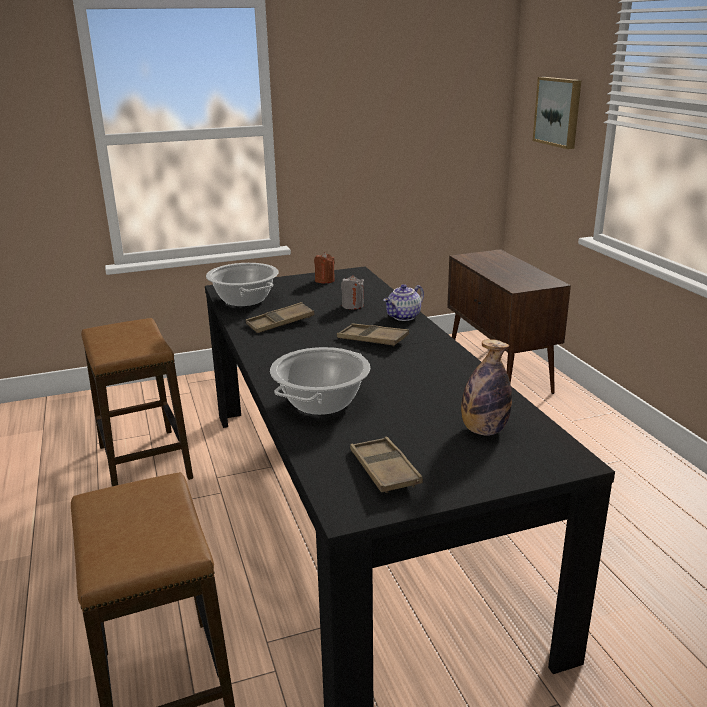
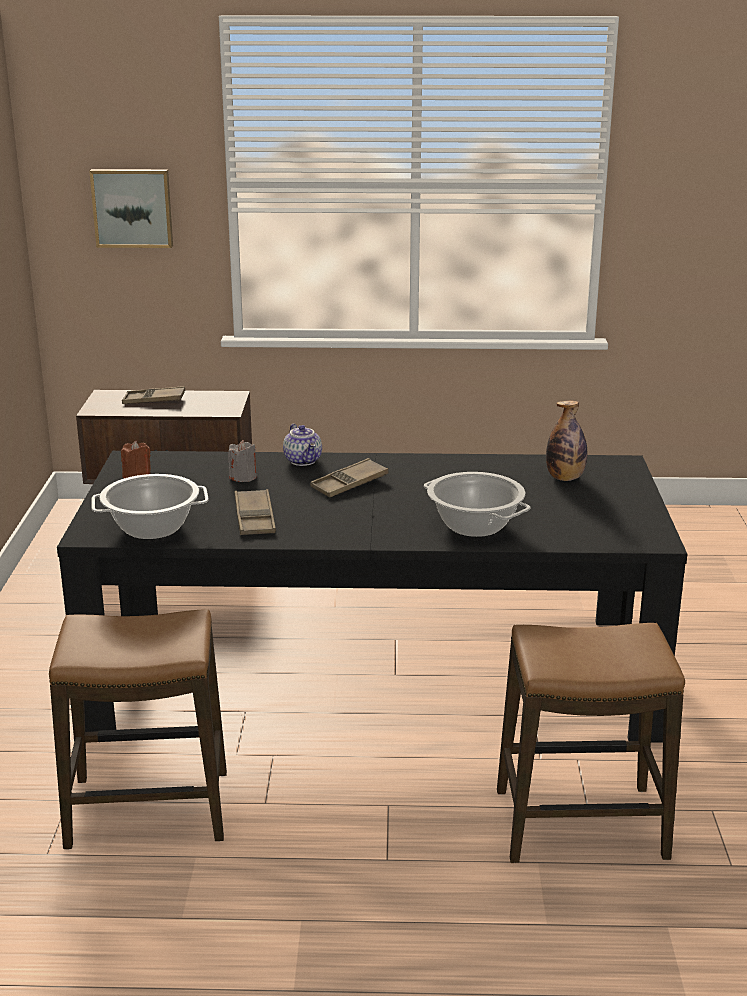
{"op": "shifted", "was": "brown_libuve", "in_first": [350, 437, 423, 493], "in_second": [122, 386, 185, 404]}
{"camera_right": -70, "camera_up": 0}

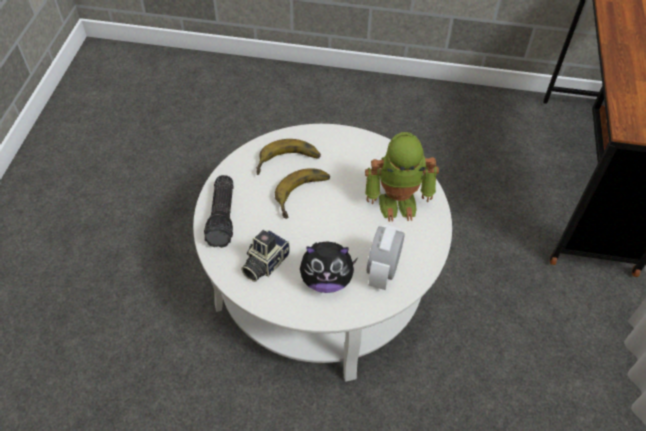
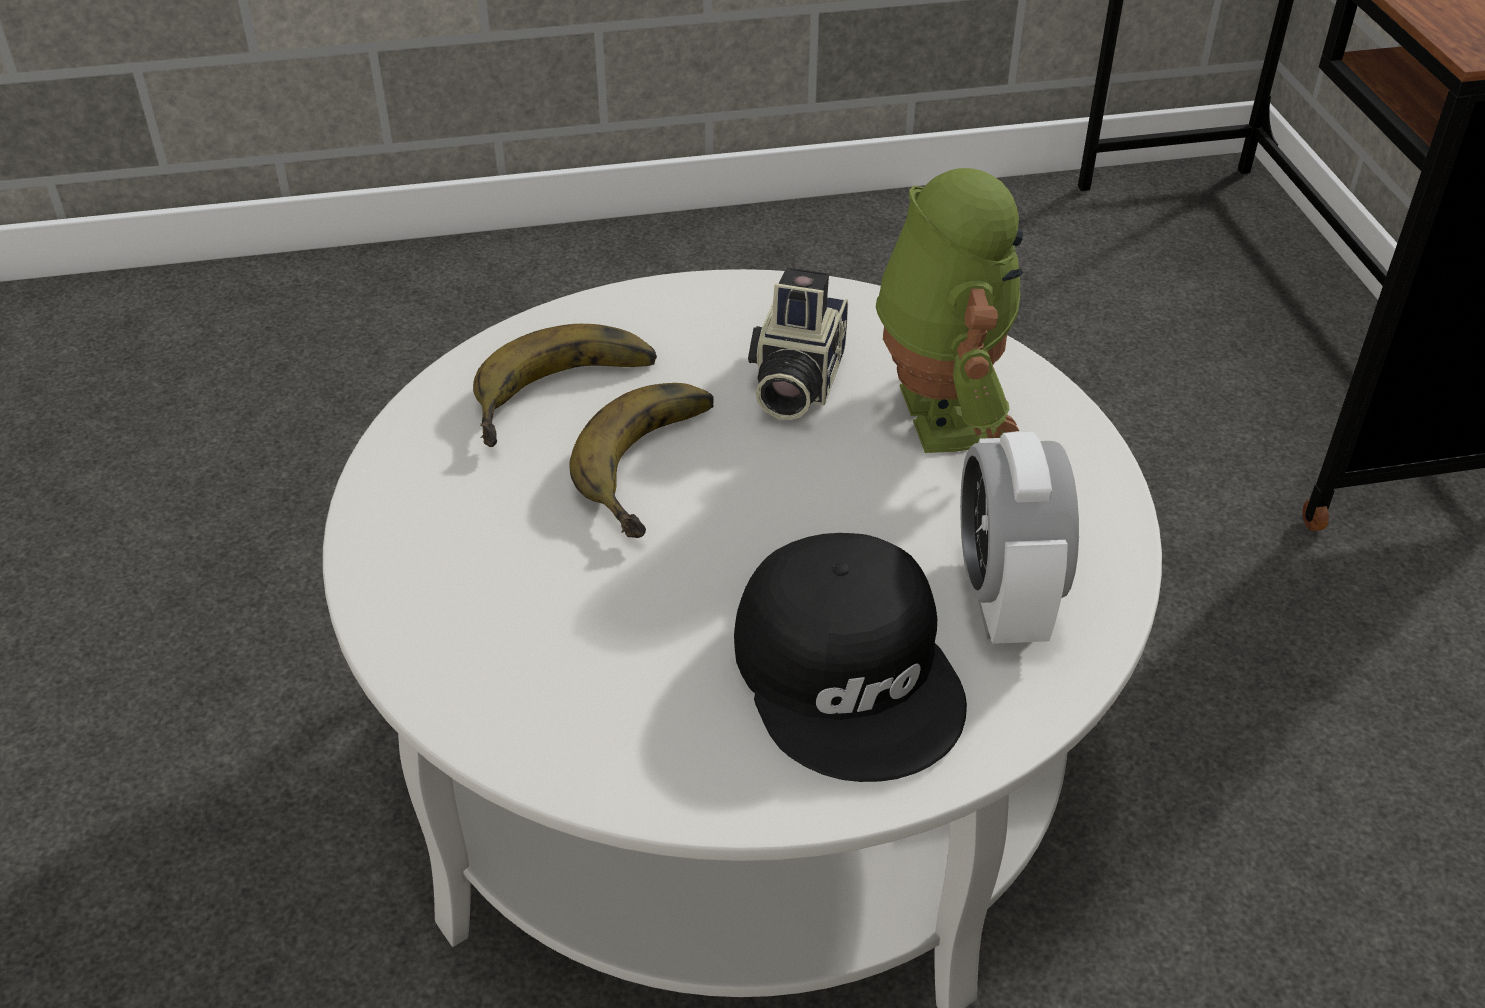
{"op": "gone", "was": "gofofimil", "in_first": [204, 175, 234, 248]}
{"op": "shifted", "was": "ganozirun", "in_first": [241, 230, 290, 282], "in_second": [748, 267, 848, 420]}
{"op": "swapped", "was": "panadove", "now": "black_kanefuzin", "in_first": [300, 241, 357, 293], "in_second": [734, 533, 967, 782]}
{"op": "rotated", "was": "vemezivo", "in_first": [365, 132, 439, 222], "in_second": [876, 168, 1024, 453], "clockwise": -75}
{"camera_right": -20, "camera_up": -10}

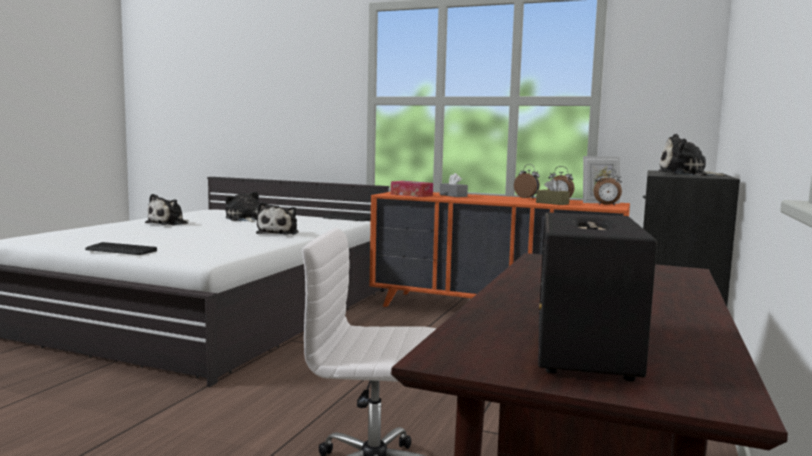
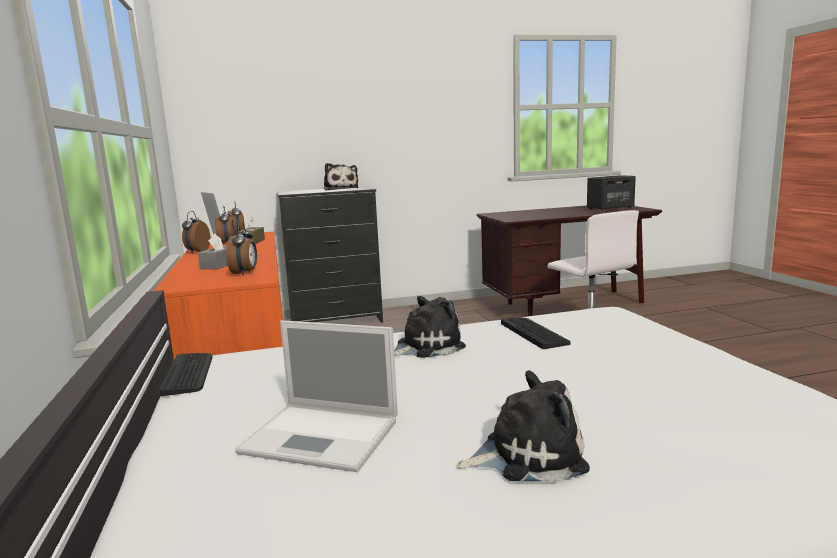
{"op": "shifted", "was": "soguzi", "in_first": [85, 242, 157, 255], "in_second": [501, 317, 571, 349]}
{"op": "swapped", "was": "panadove", "now": "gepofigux", "in_first": [225, 191, 259, 222], "in_second": [235, 320, 398, 472]}
{"op": "swapped", "was": "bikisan", "now": "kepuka", "in_first": [391, 181, 433, 197], "in_second": [226, 222, 257, 276]}
{"camera_right": -125, "camera_up": 5}

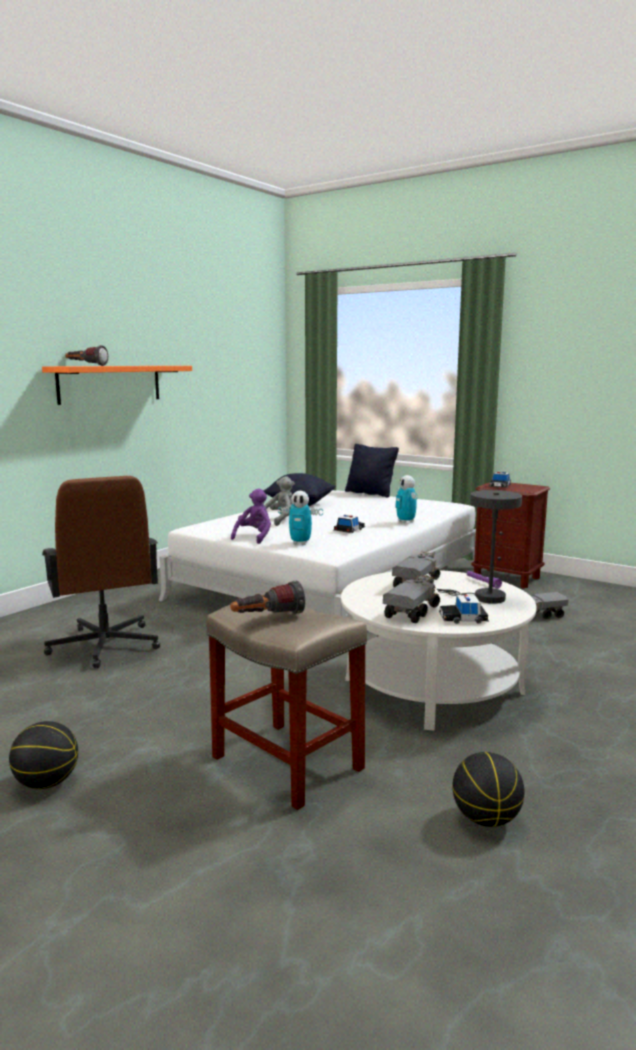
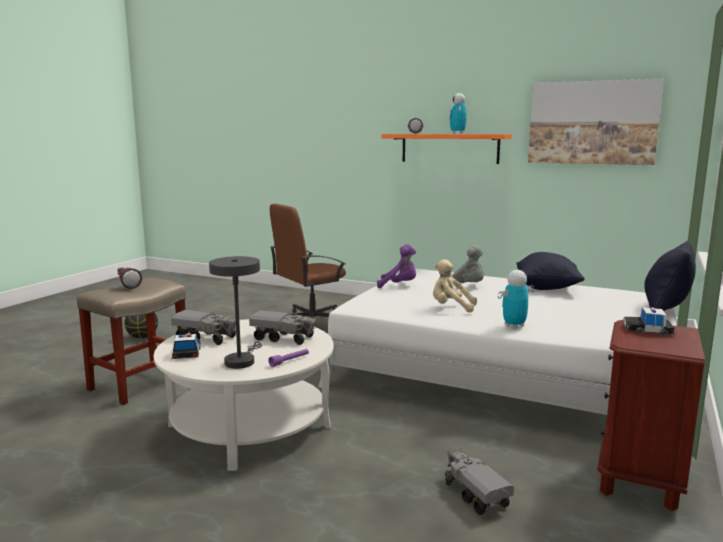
{"op": "gone", "was": "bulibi", "in_first": [452, 752, 525, 827]}
{"op": "new", "now": "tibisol", "in_second": [528, 79, 664, 165]}
{"op": "shifted", "was": "vemezivo", "in_first": [278, 491, 323, 545], "in_second": [449, 93, 467, 134]}
{"op": "swapped", "was": "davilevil", "now": "beige_panadove", "in_first": [334, 515, 365, 533], "in_second": [433, 259, 477, 312]}
{"camera_right": 80, "camera_up": 0}

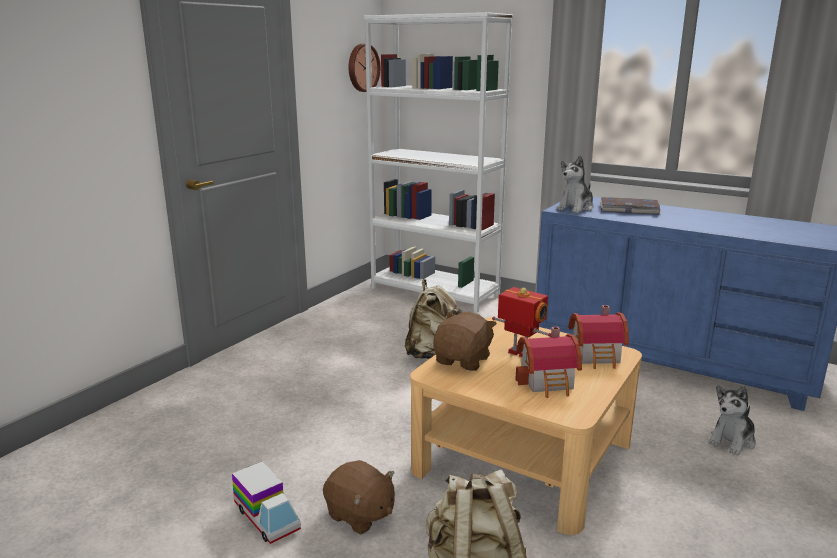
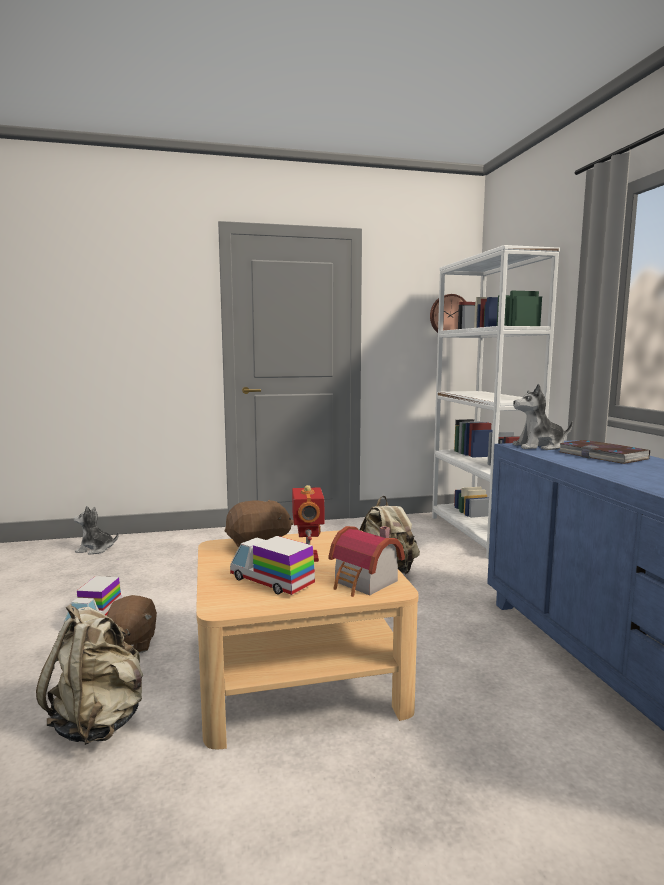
{"op": "shifted", "was": "panadove", "in_first": [708, 385, 756, 456], "in_second": [74, 506, 119, 555]}
{"op": "swapped", "was": "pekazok", "now": "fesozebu", "in_first": [515, 327, 582, 398], "in_second": [230, 536, 315, 595]}
{"camera_right": 45, "camera_up": -10}

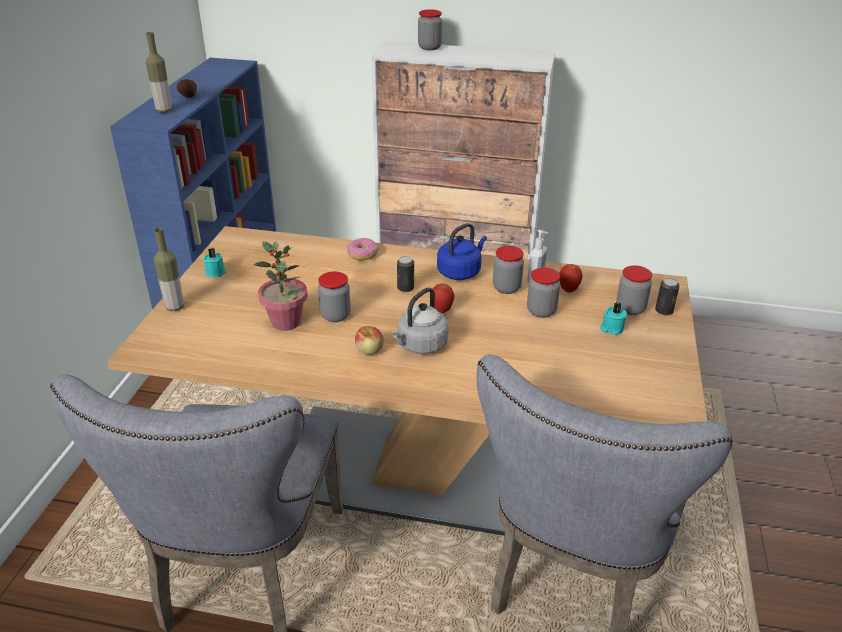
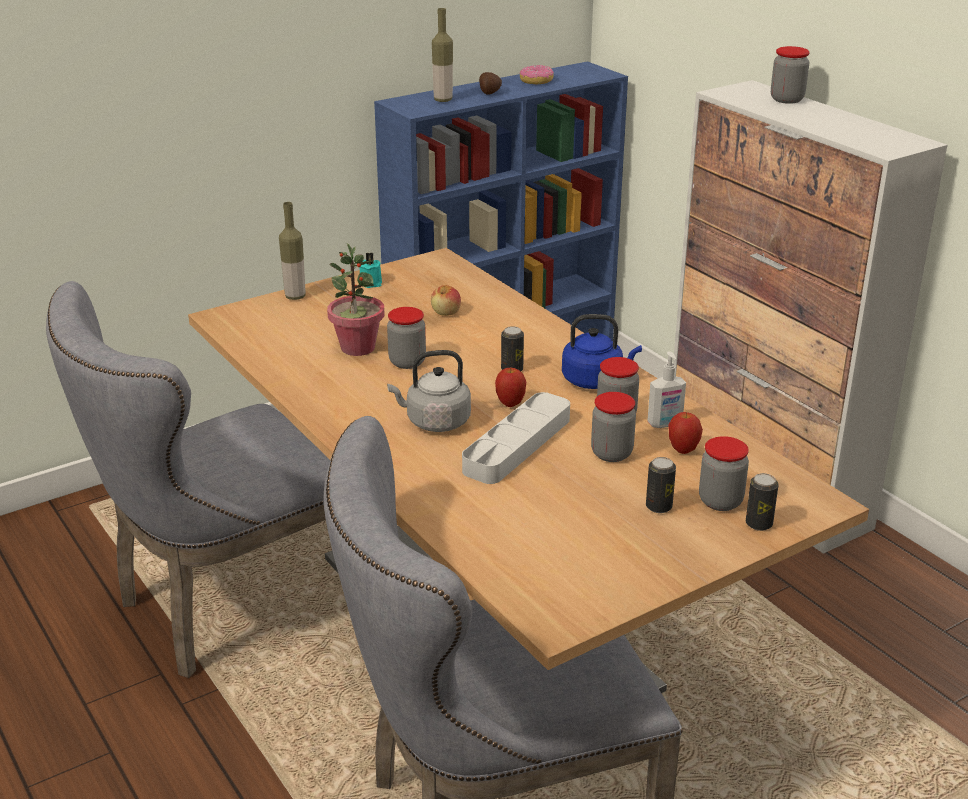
{"op": "new", "now": "grey_libuve", "in_second": [462, 392, 570, 484]}
{"op": "shifted", "was": "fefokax", "in_first": [347, 238, 378, 261], "in_second": [520, 65, 554, 84]}
{"op": "shifted", "was": "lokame", "in_first": [355, 326, 384, 355], "in_second": [431, 285, 461, 316]}
{"op": "swapped", "was": "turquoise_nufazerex", "now": "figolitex", "in_first": [600, 302, 627, 335], "in_second": [646, 457, 676, 513]}
{"camera_right": 45, "camera_up": -5}

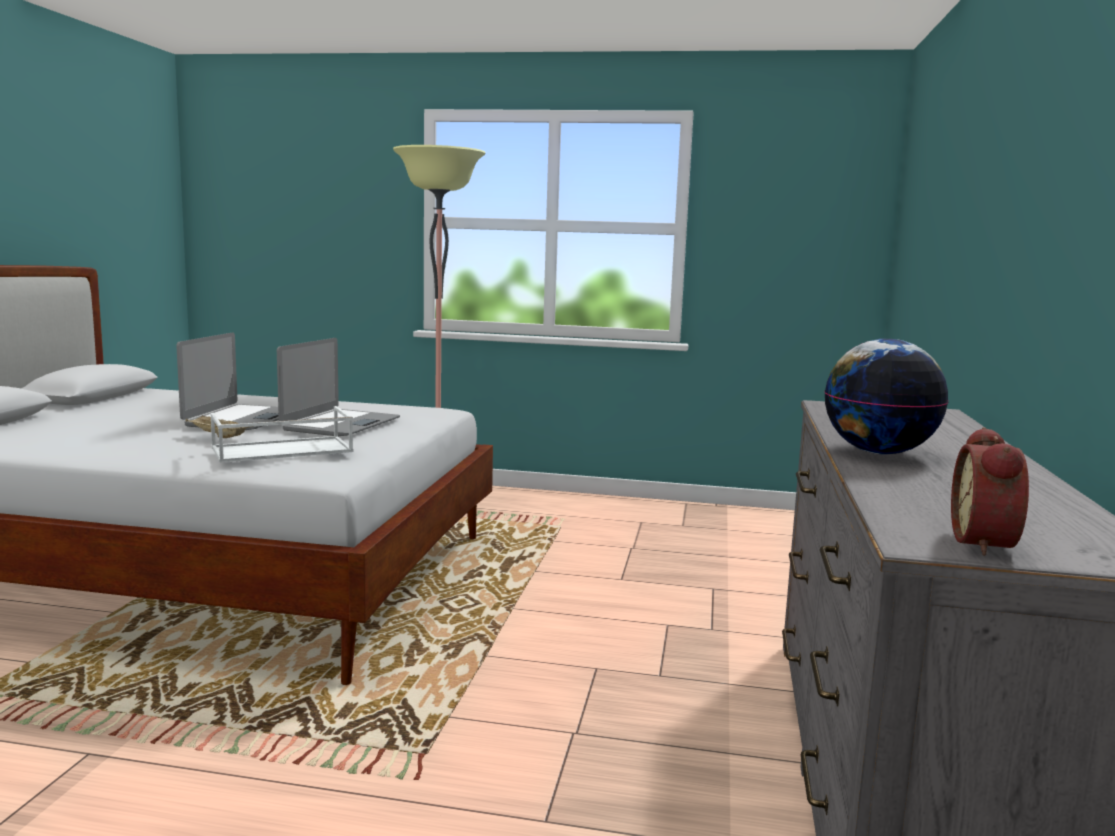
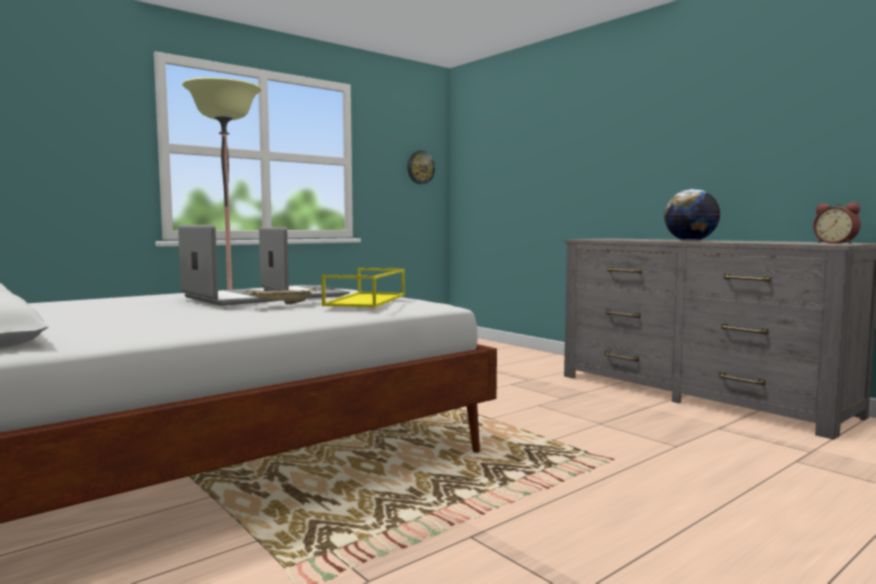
{"op": "new", "now": "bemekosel", "in_second": [407, 150, 435, 184]}
{"op": "repainted", "was": "white_libuve", "now": "yellow_libuve", "in_first": [211, 406, 353, 463], "in_second": [322, 268, 405, 308]}
{"camera_right": -50, "camera_up": -5}

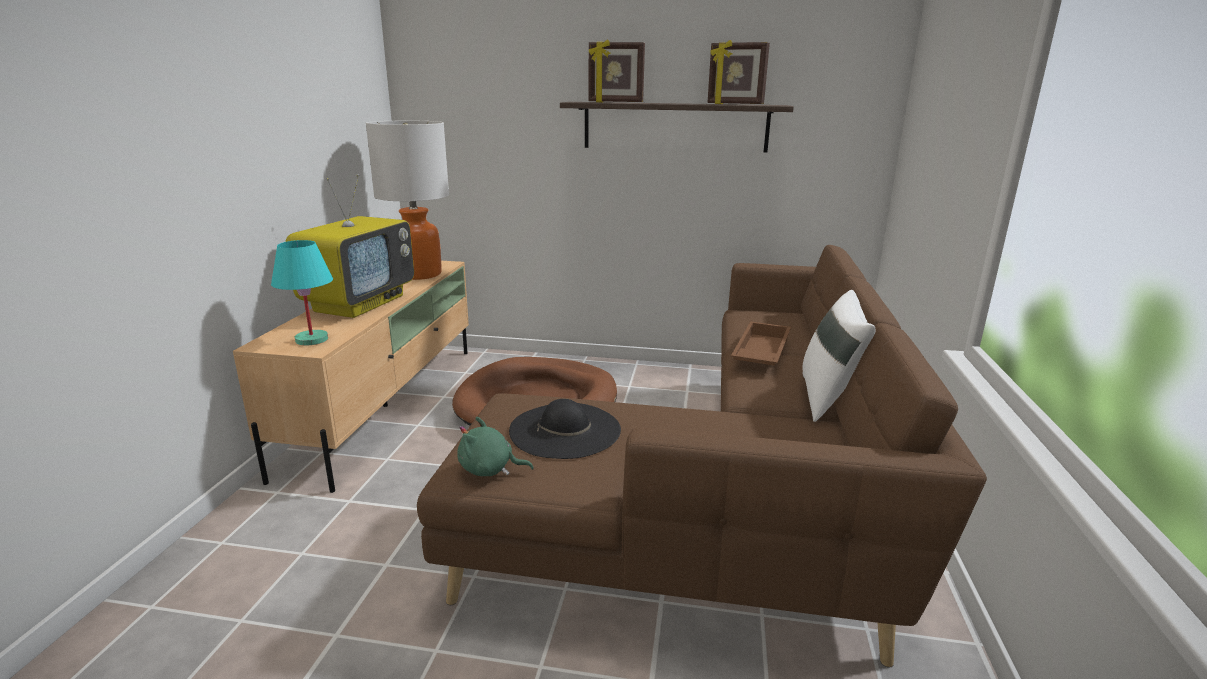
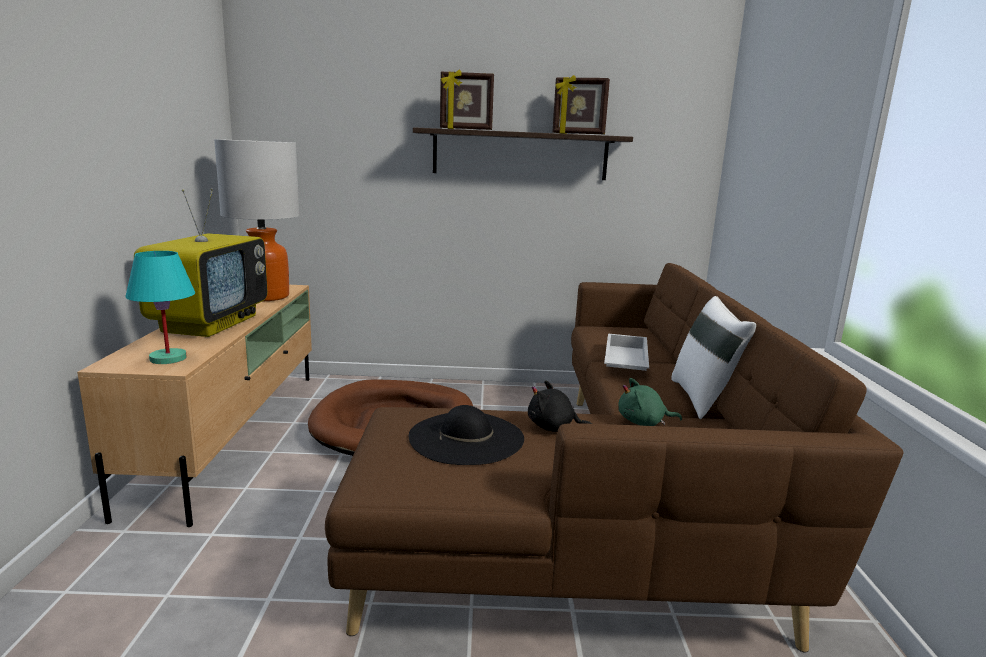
{"op": "new", "now": "black_panadove", "in_second": [528, 380, 592, 432]}
{"op": "shifted", "was": "green_panadove", "in_first": [457, 417, 534, 476], "in_second": [618, 378, 682, 426]}
{"op": "repainted", "was": "brown_libuve", "now": "white_libuve", "in_first": [731, 321, 791, 366], "in_second": [604, 334, 649, 371]}
{"camera_right": -10, "camera_up": -5}

